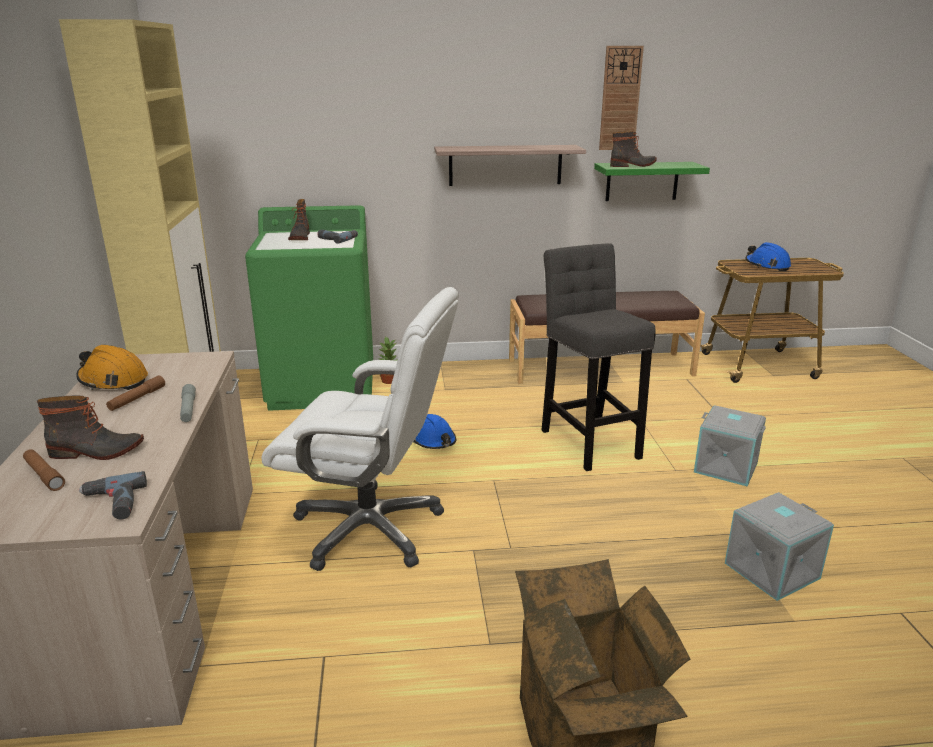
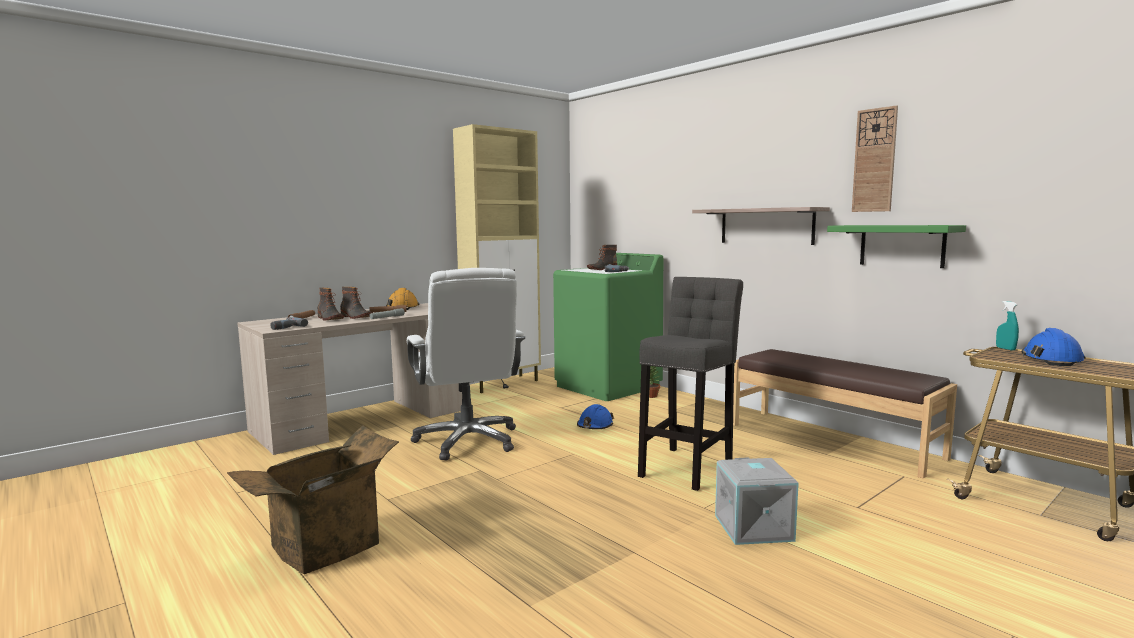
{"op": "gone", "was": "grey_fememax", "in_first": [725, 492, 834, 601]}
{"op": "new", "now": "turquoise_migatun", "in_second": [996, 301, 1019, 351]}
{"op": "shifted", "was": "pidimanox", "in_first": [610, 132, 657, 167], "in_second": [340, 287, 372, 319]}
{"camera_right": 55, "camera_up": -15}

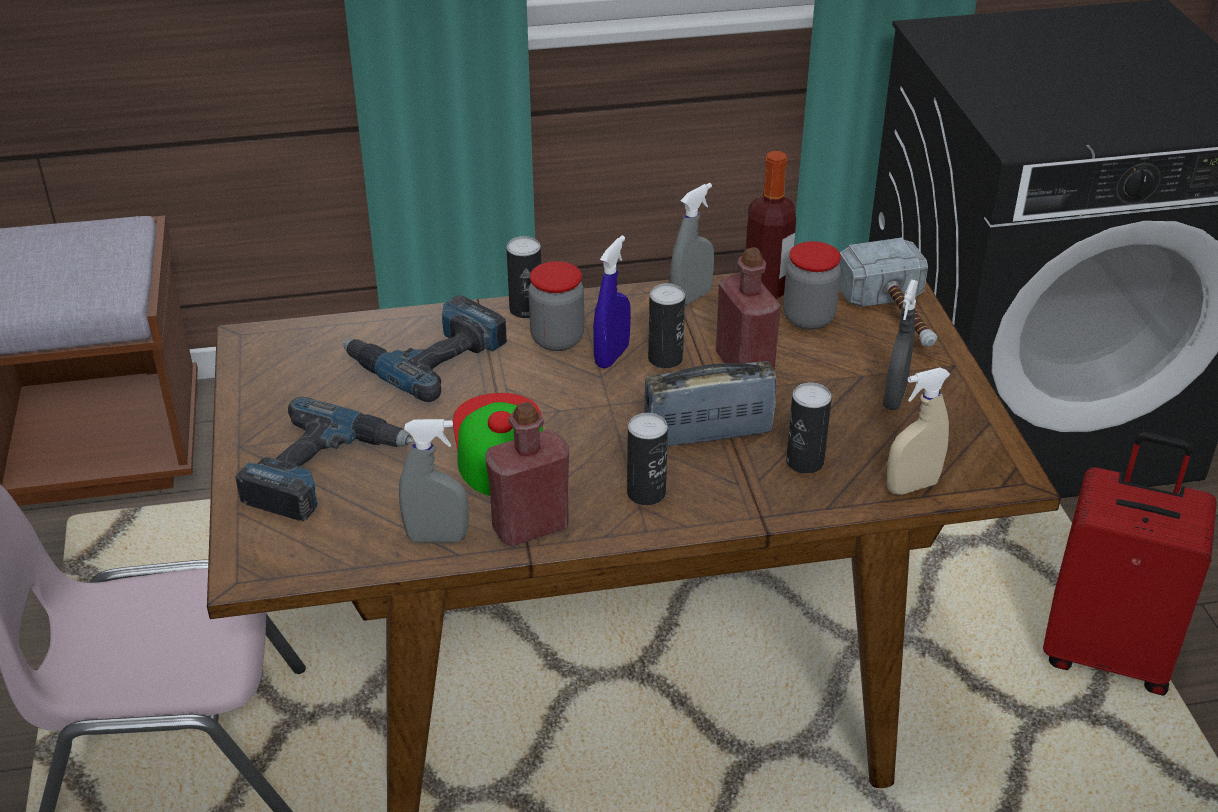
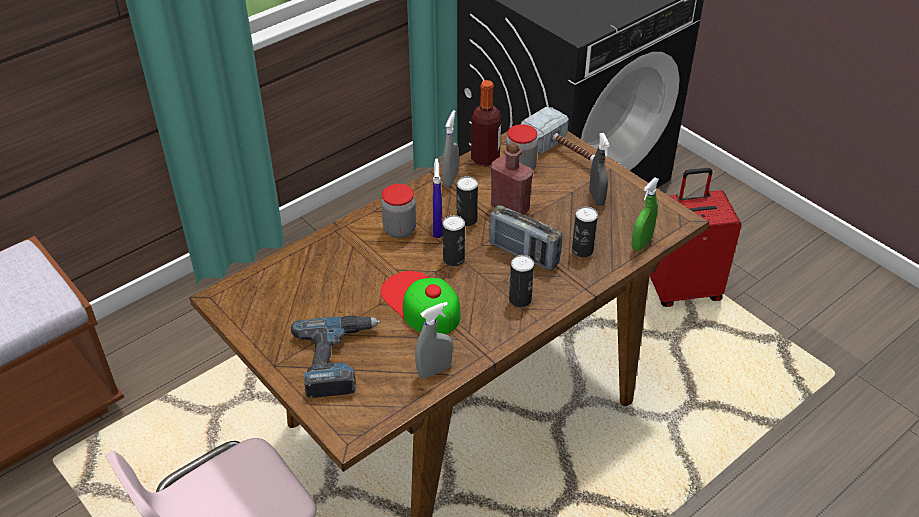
{"op": "gone", "was": "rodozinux", "in_first": [343, 295, 507, 402]}
{"op": "gone", "was": "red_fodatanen", "in_first": [486, 402, 569, 546]}
{"op": "shifted", "was": "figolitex", "in_first": [506, 236, 541, 318], "in_second": [443, 215, 465, 266]}
{"op": "repainted", "was": "beige_migatun", "now": "green_migatun", "in_first": [887, 367, 950, 495], "in_second": [631, 177, 659, 251]}
{"op": "rotated", "was": "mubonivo", "in_first": [644, 361, 776, 447], "in_second": [489, 205, 562, 271], "clockwise": -105}
{"camera_right": -30, "camera_up": 5}

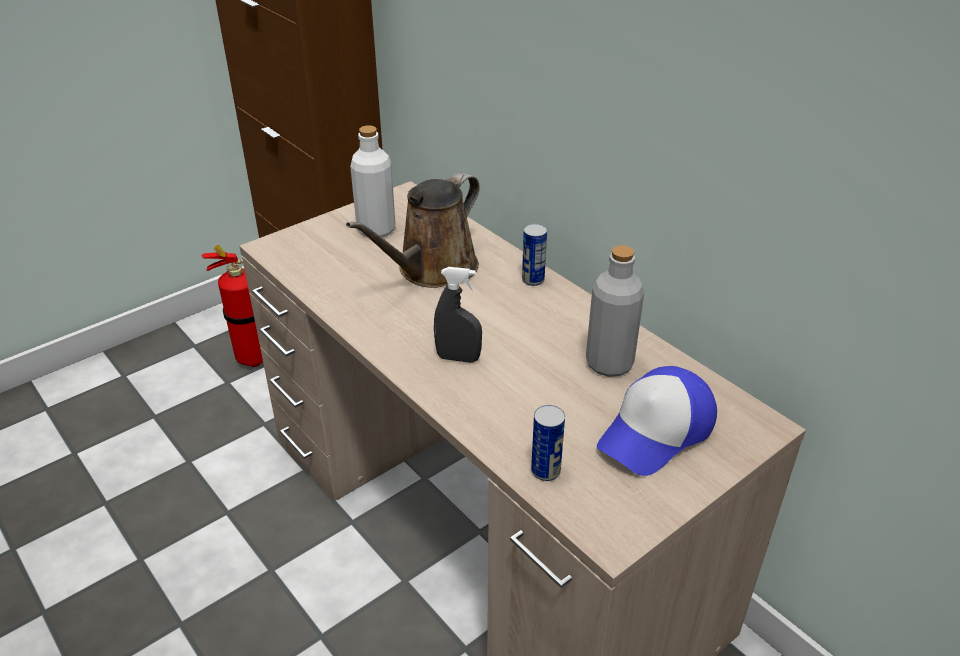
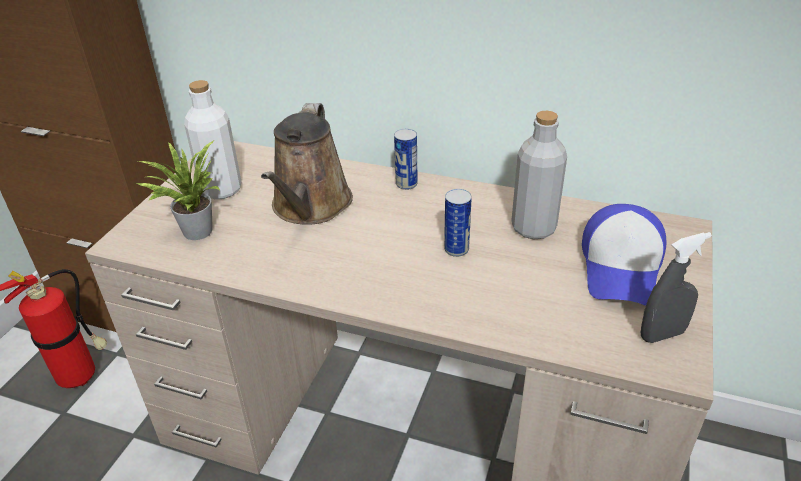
{"op": "new", "now": "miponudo", "in_second": [136, 141, 221, 240]}
{"op": "shifted", "was": "grey_migatun", "in_first": [434, 267, 482, 363], "in_second": [641, 232, 712, 343]}
{"op": "shifted", "was": "figolitex", "in_first": [531, 405, 565, 481], "in_second": [444, 189, 472, 257]}
{"camera_right": -30, "camera_up": 0}

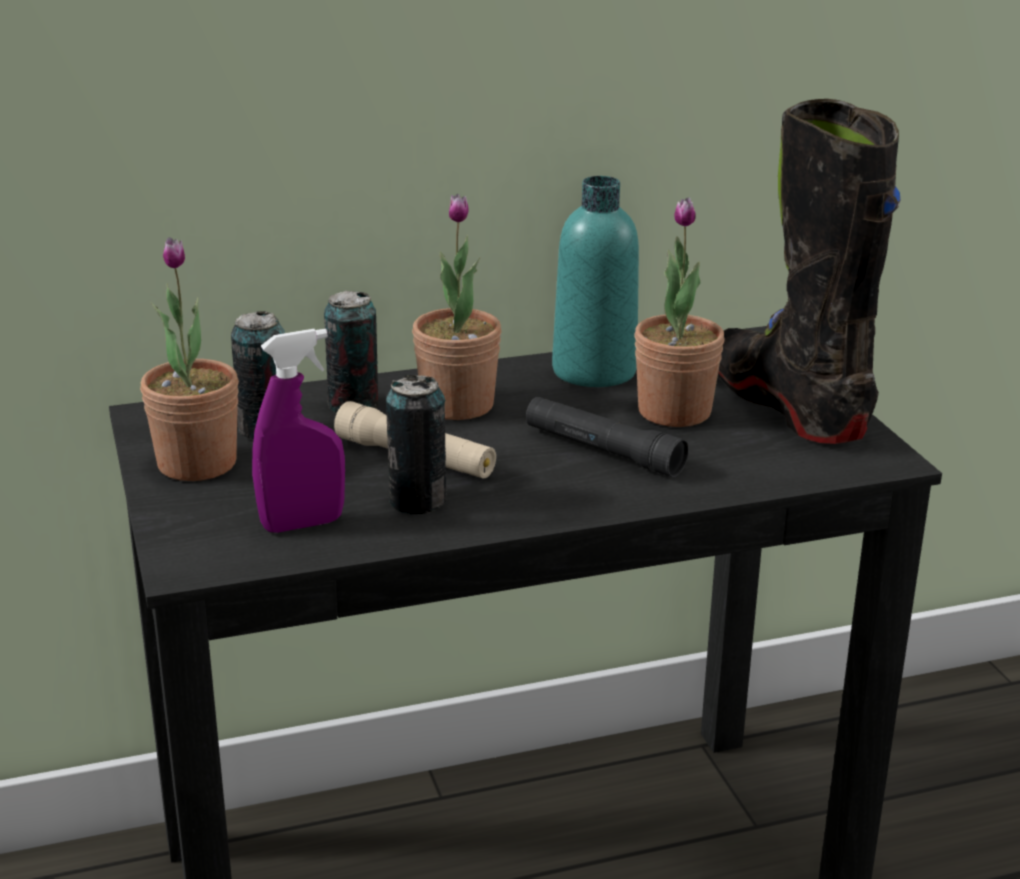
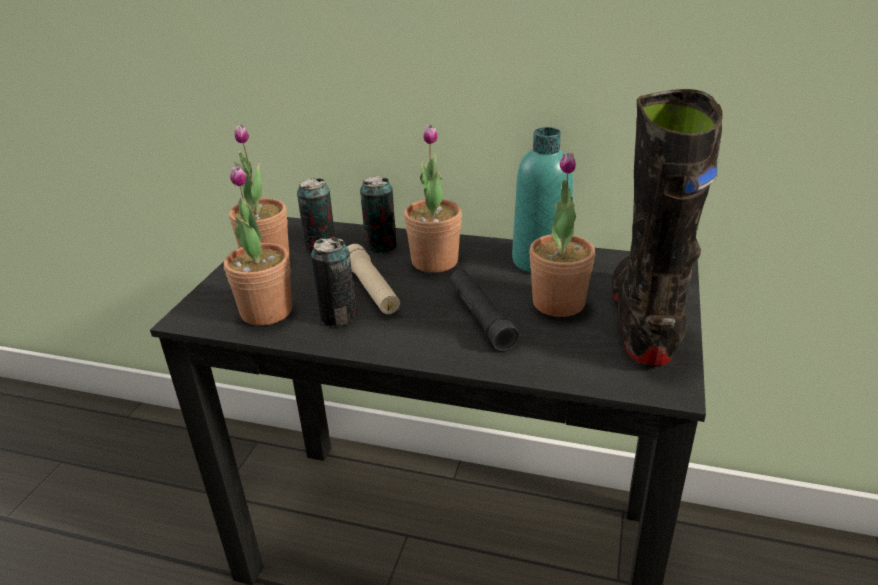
{"op": "swapped", "was": "purple_migatun", "now": "miponudo", "in_first": [252, 329, 345, 533], "in_second": [224, 165, 292, 326]}
{"camera_right": 35, "camera_up": 5}

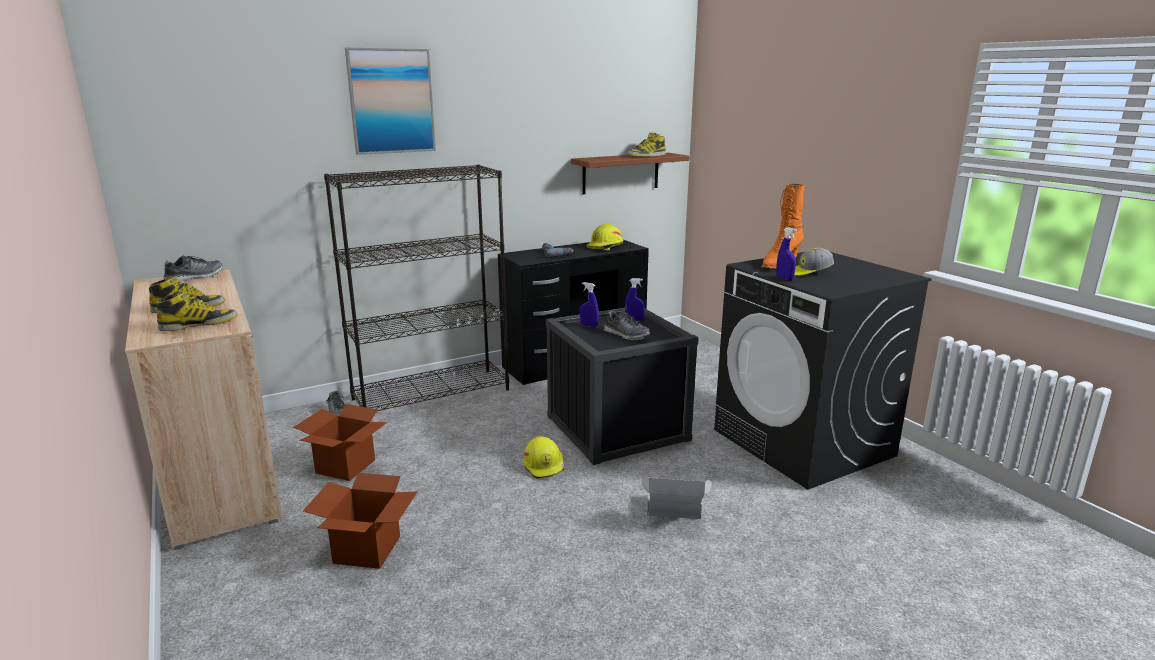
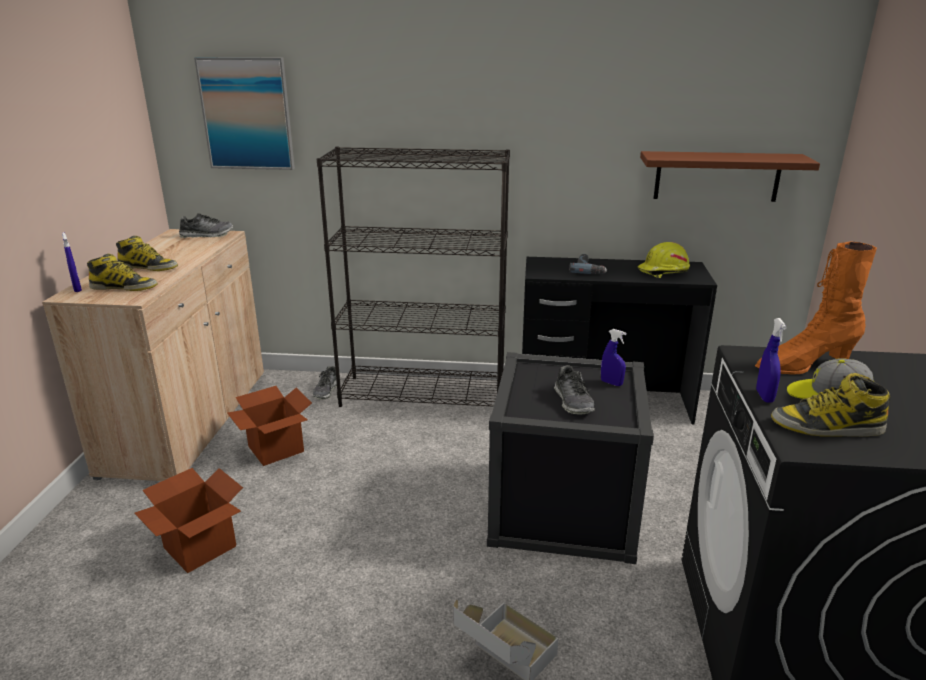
{"op": "gone", "was": "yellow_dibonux", "in_first": [523, 436, 566, 479]}
{"op": "shifted", "was": "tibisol", "in_first": [345, 48, 436, 155], "in_second": [194, 57, 295, 170]}
{"op": "shifted", "was": "blue_migatun", "in_first": [580, 282, 599, 327], "in_second": [62, 232, 82, 292]}
{"op": "shifted", "was": "pidimanox", "in_first": [627, 133, 666, 157], "in_second": [771, 373, 890, 437]}
{"camera_right": 35, "camera_up": 5}

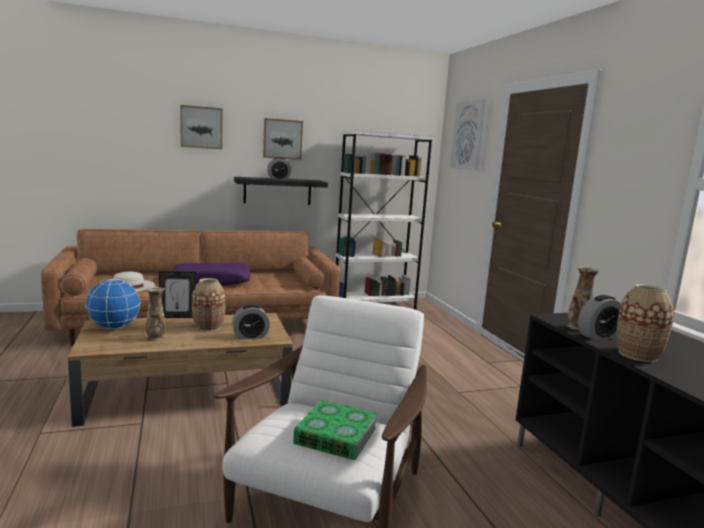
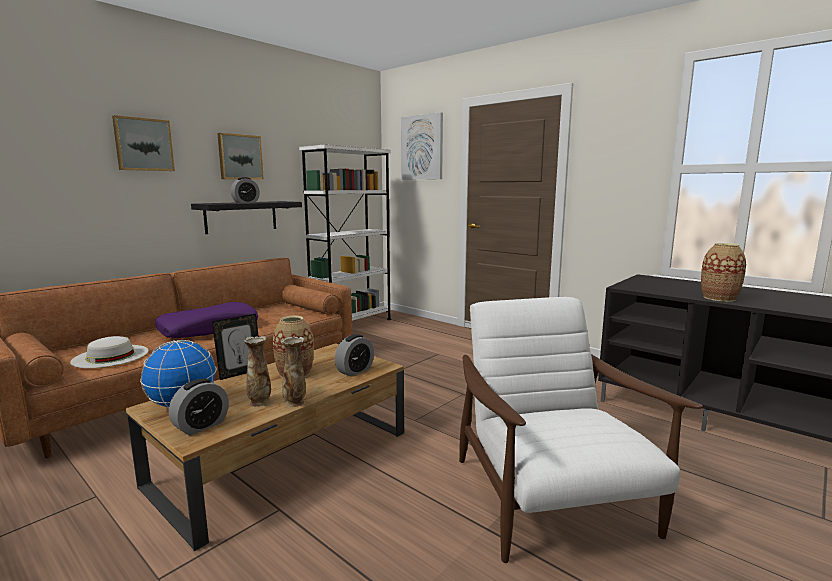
{"op": "gone", "was": "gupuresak", "in_first": [293, 400, 377, 460]}
{"op": "shifted", "was": "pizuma", "in_first": [567, 266, 599, 330], "in_second": [281, 337, 306, 407]}
{"op": "shifted", "was": "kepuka", "in_first": [578, 295, 621, 340], "in_second": [169, 378, 229, 436]}
{"camera_right": -30, "camera_up": 0}

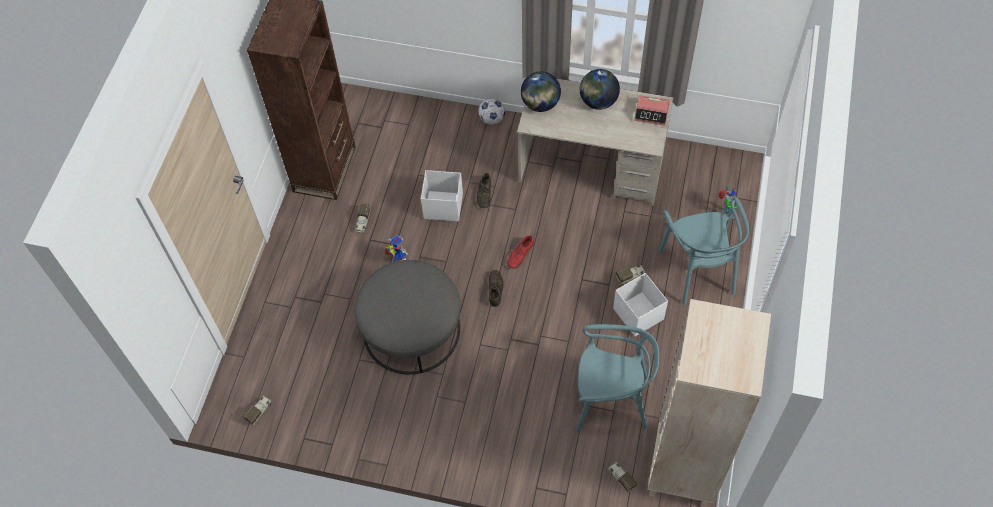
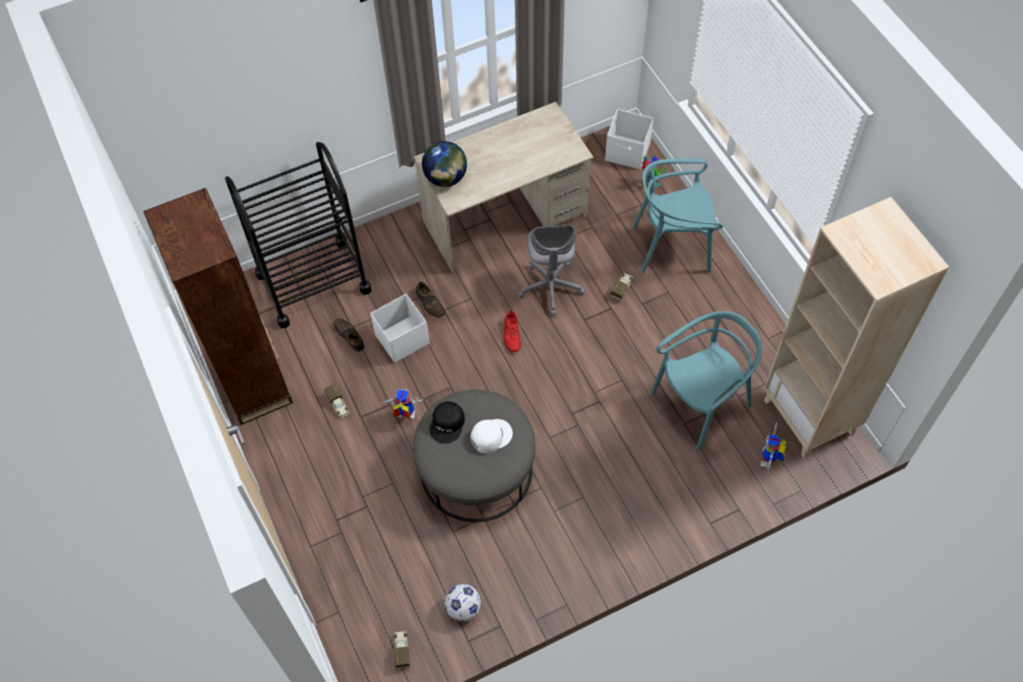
{"op": "gone", "was": "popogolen", "in_first": [580, 69, 620, 110]}
{"op": "gone", "was": "kepuka", "in_first": [634, 95, 670, 126]}
{"op": "new", "now": "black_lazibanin", "in_second": [225, 142, 372, 328]}
{"op": "new", "now": "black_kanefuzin", "in_second": [430, 401, 465, 443]}
{"op": "new", "now": "white_kanefuzin", "in_second": [471, 419, 513, 454]}
{"op": "new", "now": "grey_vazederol", "in_second": [518, 225, 585, 316]}
{"op": "shifted", "was": "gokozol", "in_first": [479, 98, 505, 125], "in_second": [445, 584, 481, 621]}
{"op": "shifted", "was": "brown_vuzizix", "in_first": [489, 270, 504, 307], "in_second": [333, 318, 365, 352]}
{"op": "shifted", "was": "white_fememax", "in_first": [613, 273, 668, 336], "in_second": [605, 109, 654, 170]}
{"op": "swapped", "was": "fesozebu", "now": "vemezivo", "in_first": [608, 462, 638, 493], "in_second": [760, 423, 787, 473]}
{"op": "rotated", "was": "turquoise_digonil", "in_first": [658, 197, 749, 305], "in_second": [632, 158, 723, 273], "clockwise": 135}
{"camera_right": -40, "camera_up": 0}

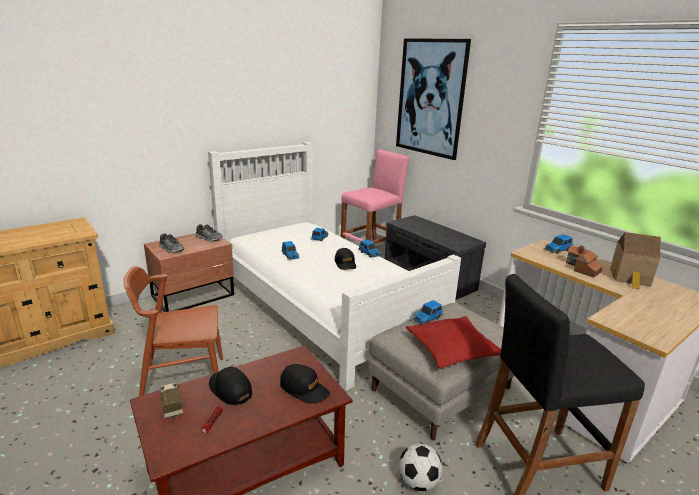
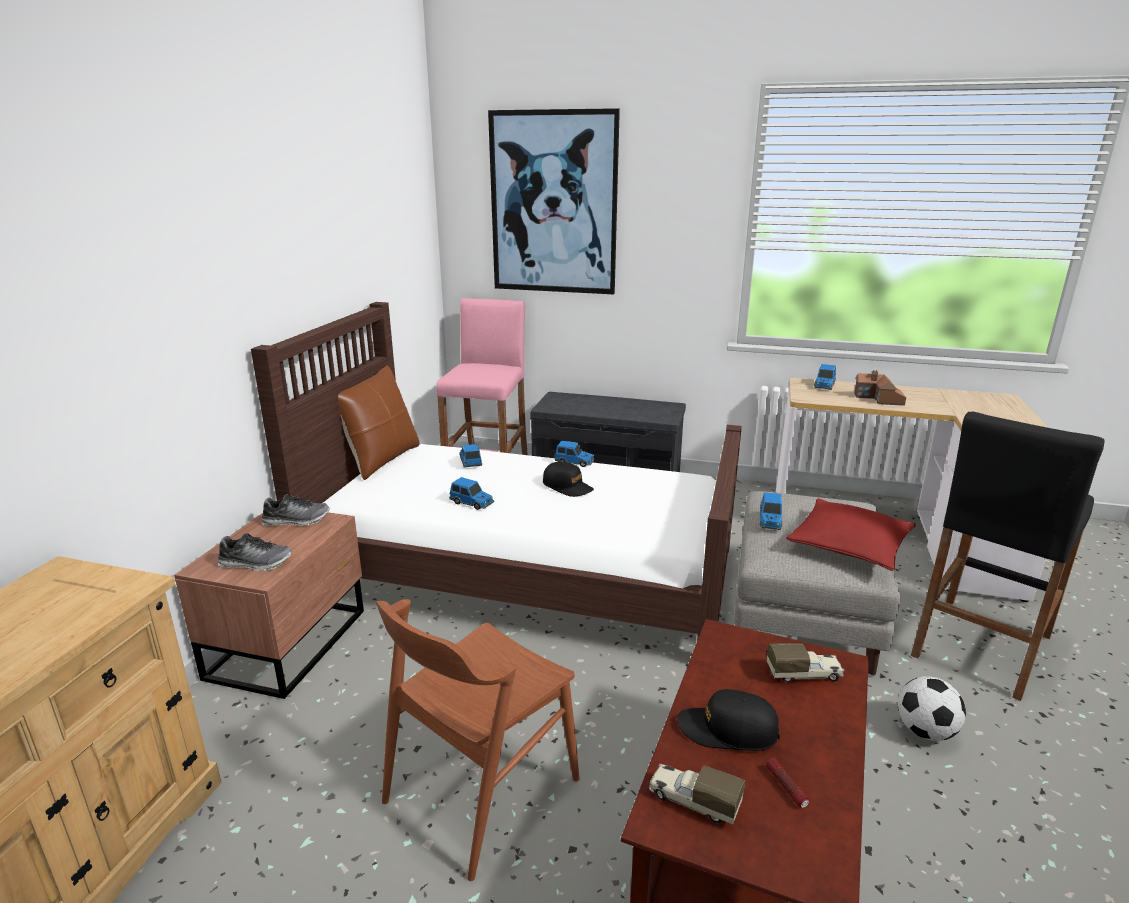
{"op": "gone", "was": "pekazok", "in_first": [610, 232, 661, 289]}
{"op": "new", "now": "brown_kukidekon", "in_second": [338, 365, 420, 480]}
{"op": "swapped", "was": "black_kanefuzin", "now": "fesozebu", "in_first": [280, 364, 330, 404], "in_second": [766, 643, 844, 683]}
{"op": "repainted", "was": "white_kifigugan", "now": "brown_kifigugan", "in_first": [208, 142, 461, 391], "in_second": [251, 302, 742, 641]}
{"camera_right": -35, "camera_up": 0}

